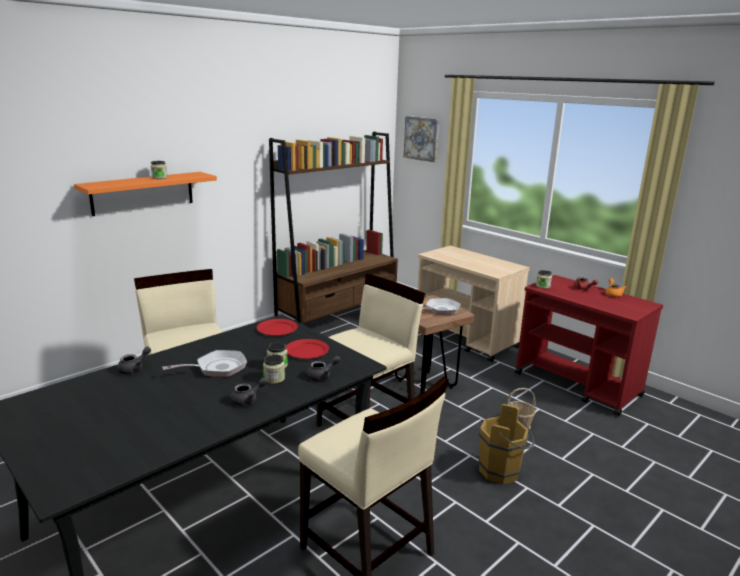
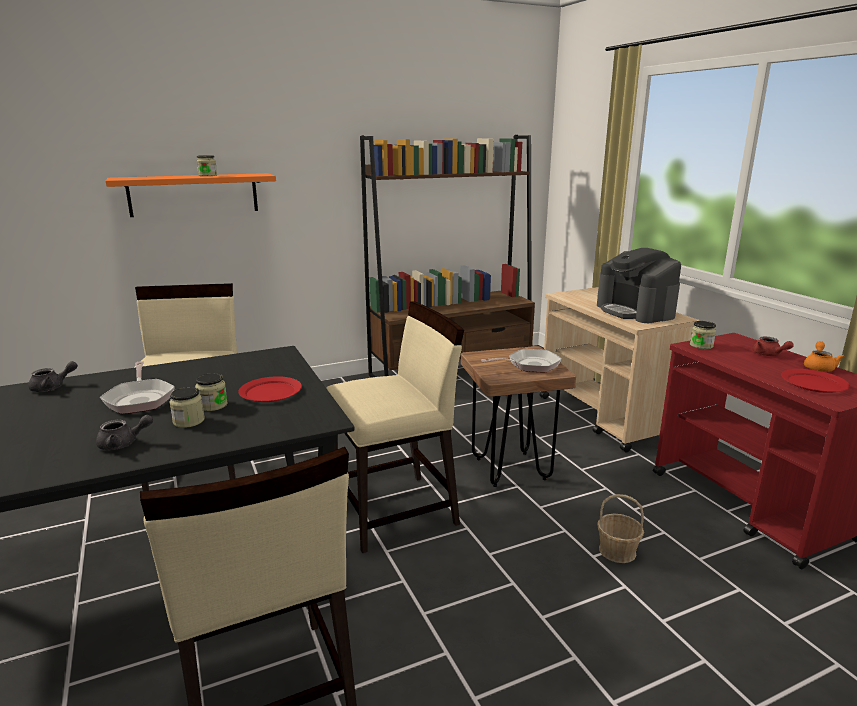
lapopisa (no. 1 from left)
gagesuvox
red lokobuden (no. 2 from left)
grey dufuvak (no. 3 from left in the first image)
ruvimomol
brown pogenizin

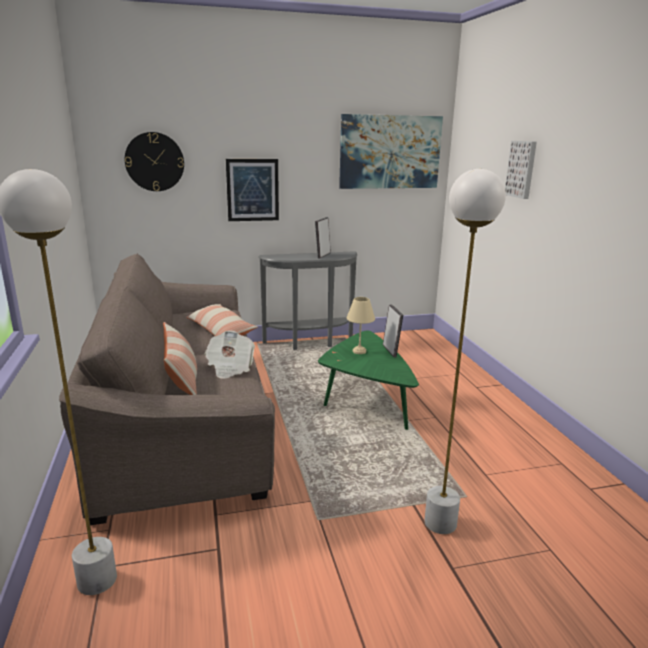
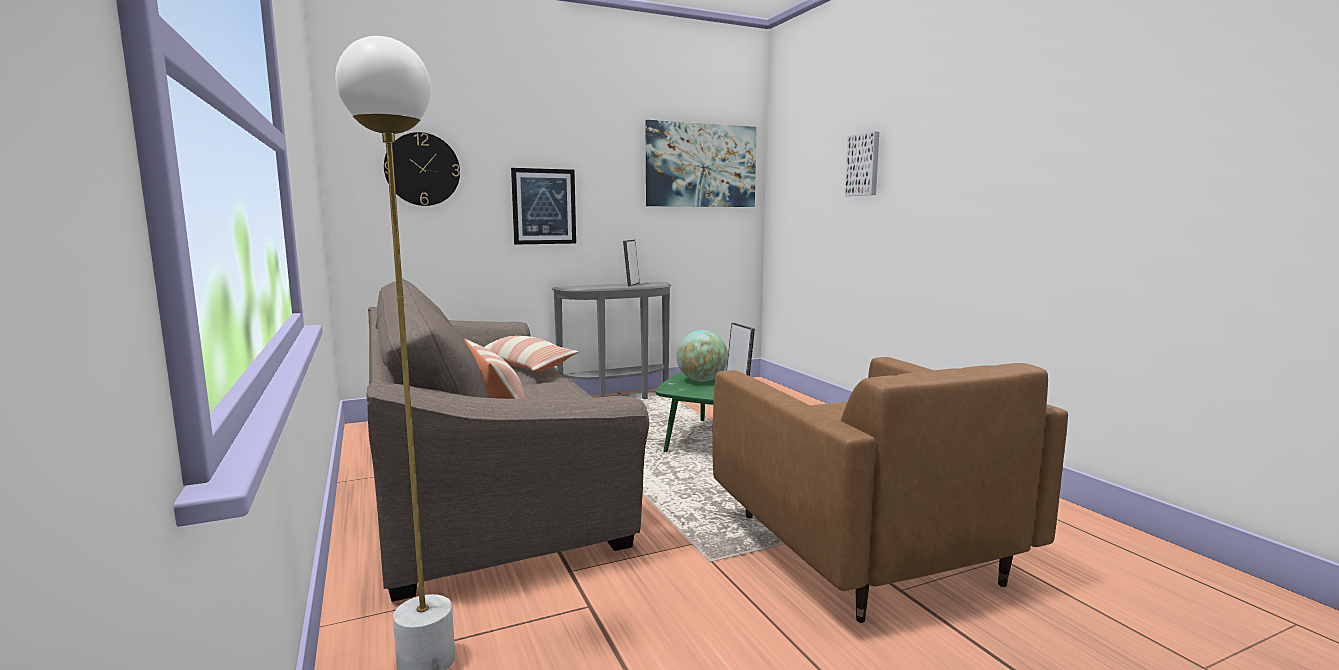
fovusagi
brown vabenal
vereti

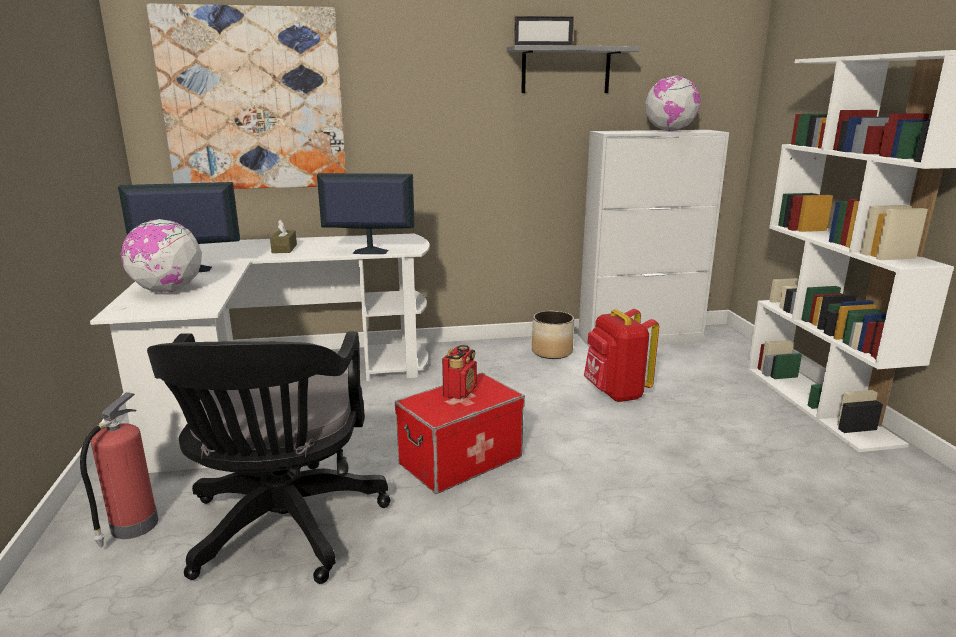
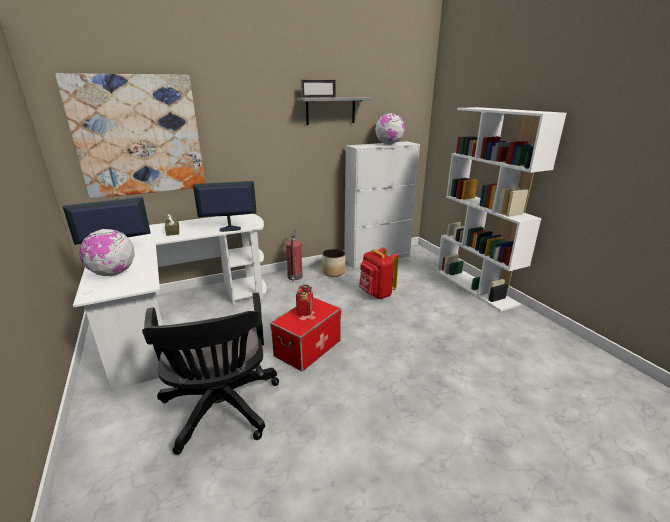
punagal

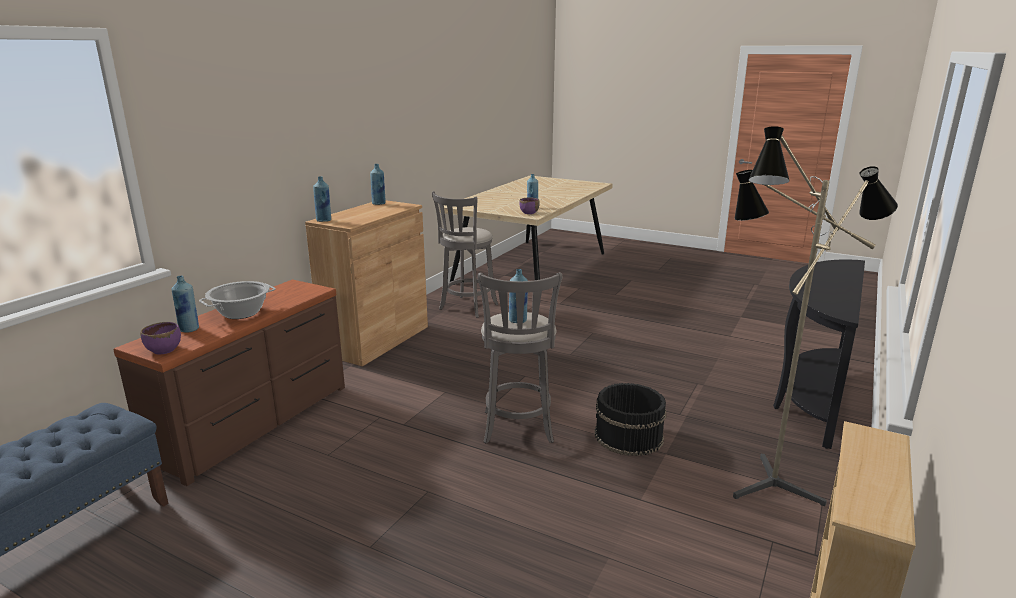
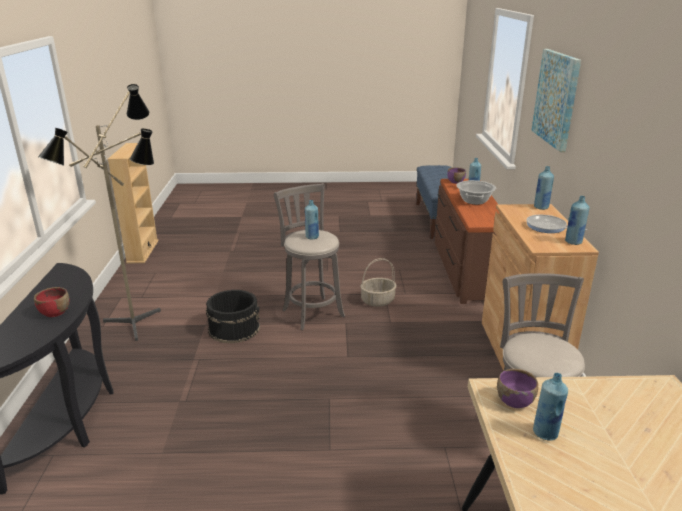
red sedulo
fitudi
lapopisa
ruvimomol

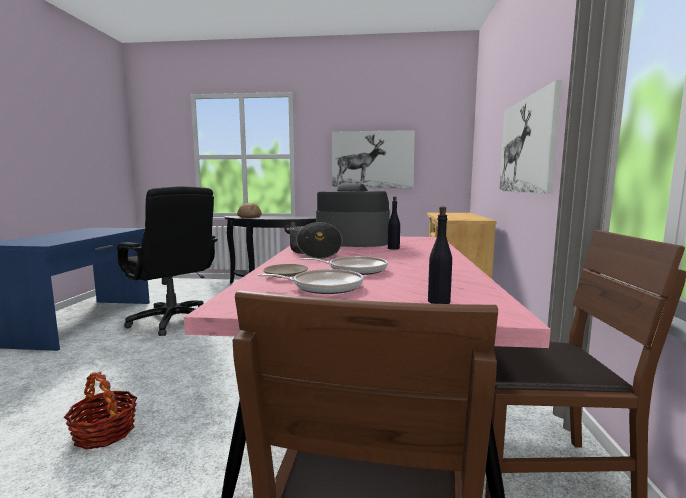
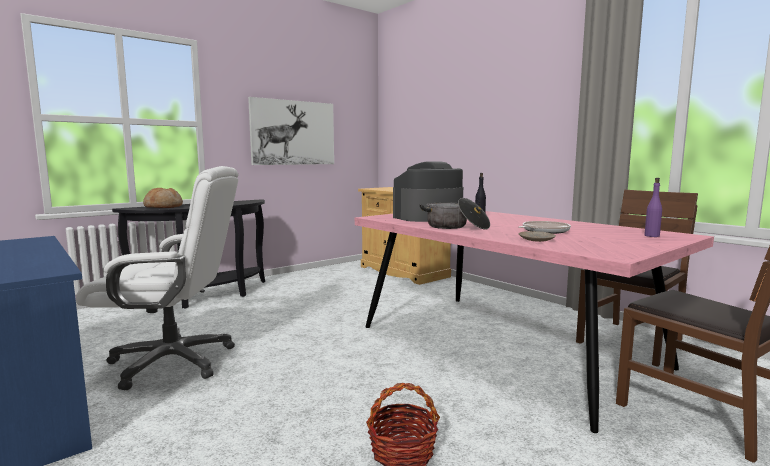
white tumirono
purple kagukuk
lapopisa (no. 1 from left in the first image)
ruvimomol (no. 2 from left in the first image)

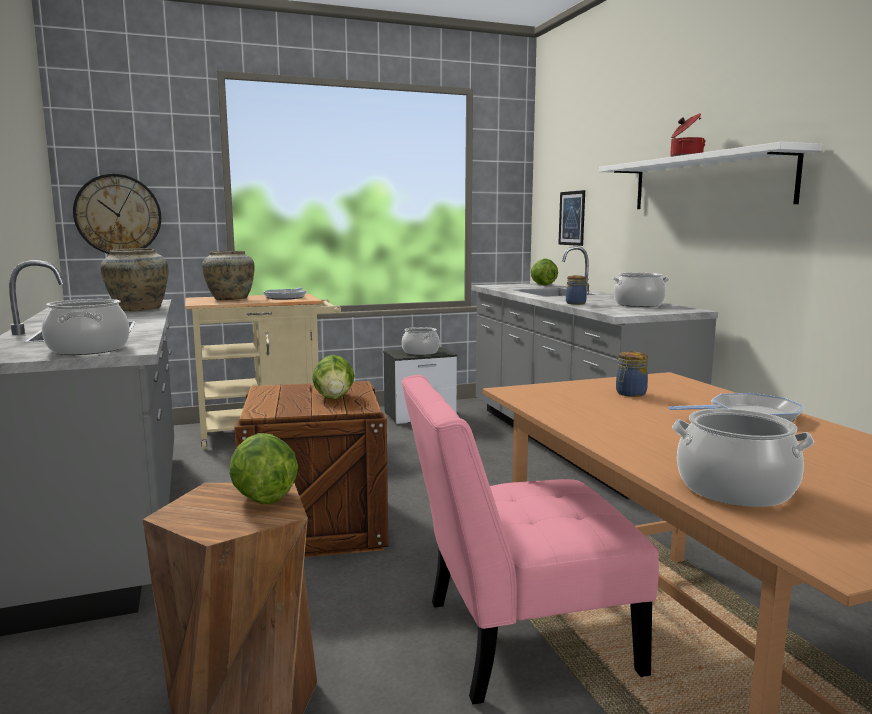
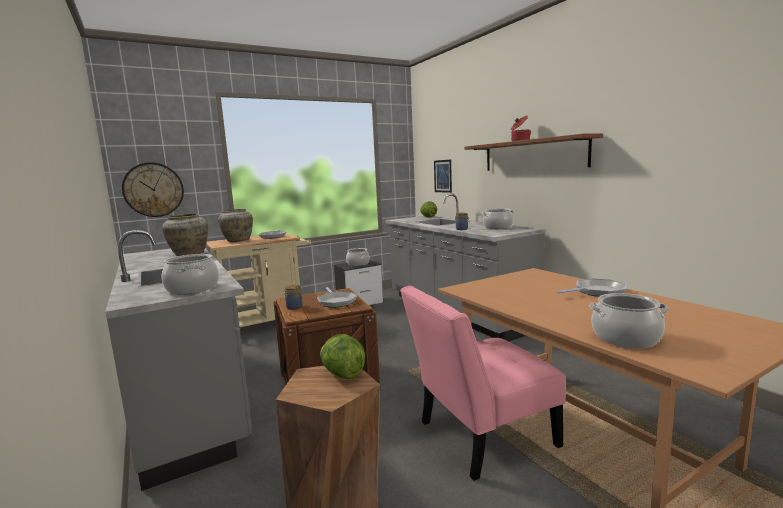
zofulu (no. 1 from left)
lapopisa (no. 2 from left)
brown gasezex

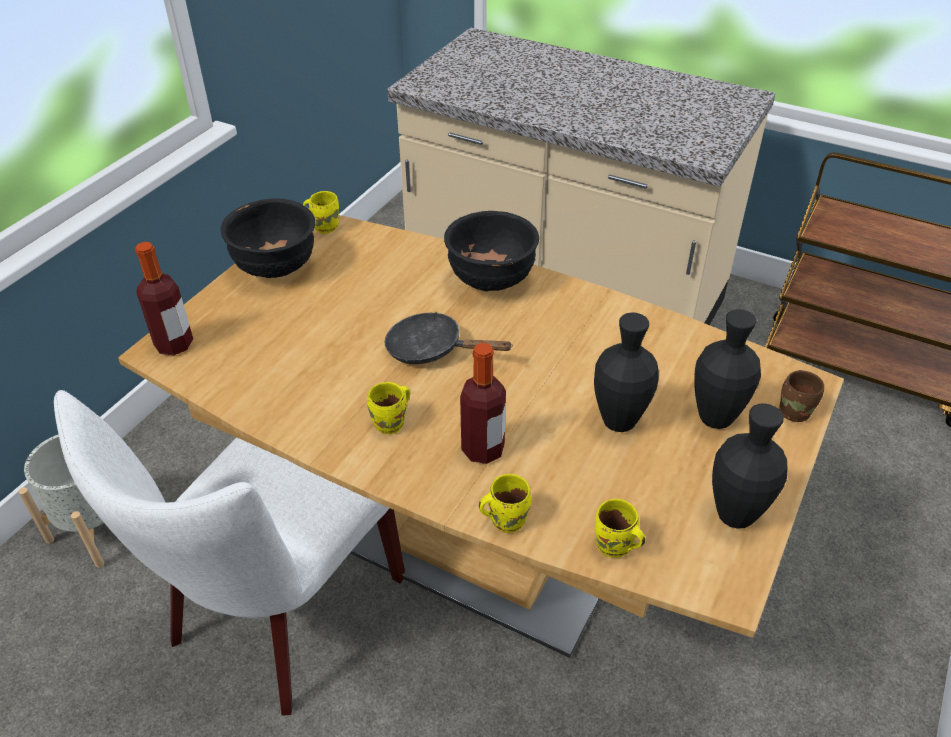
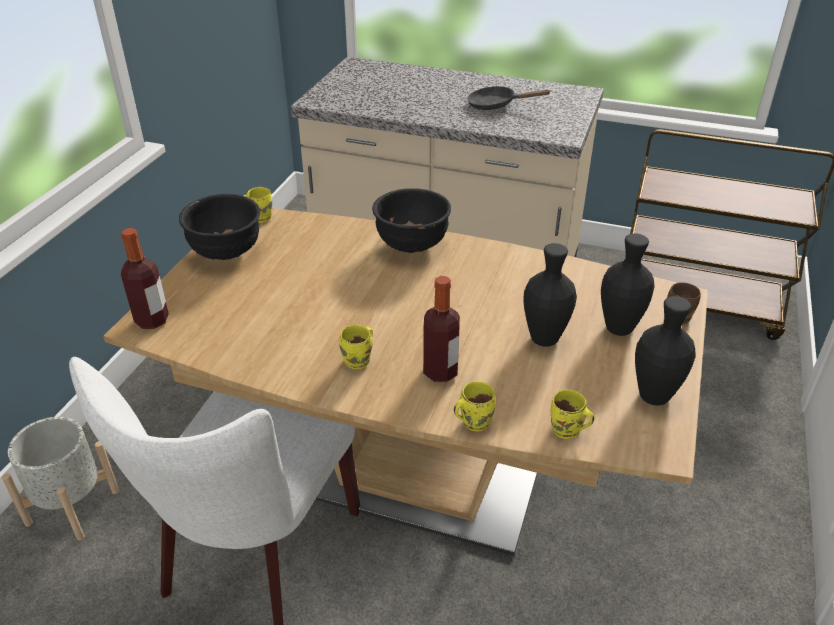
black lapopisa

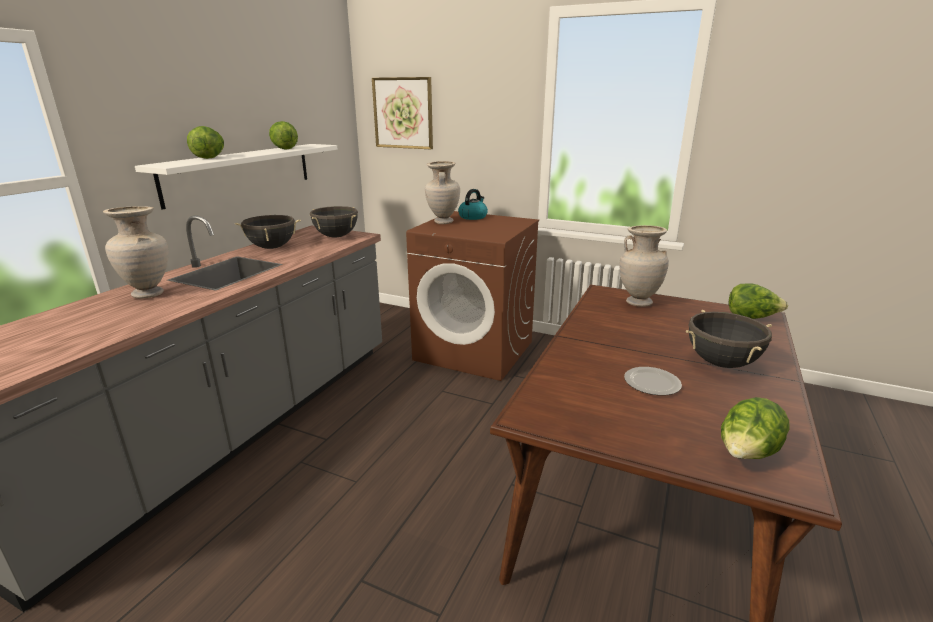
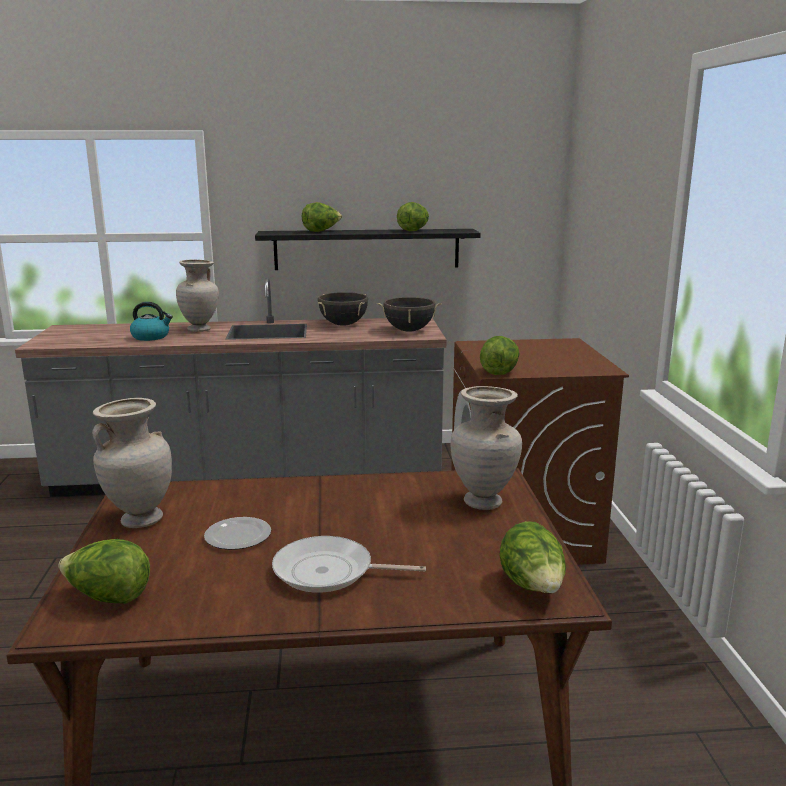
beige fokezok (no. 1 from left)
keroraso
black gasezex
lapopisa
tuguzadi (no. 4 from left)
ruvimomol

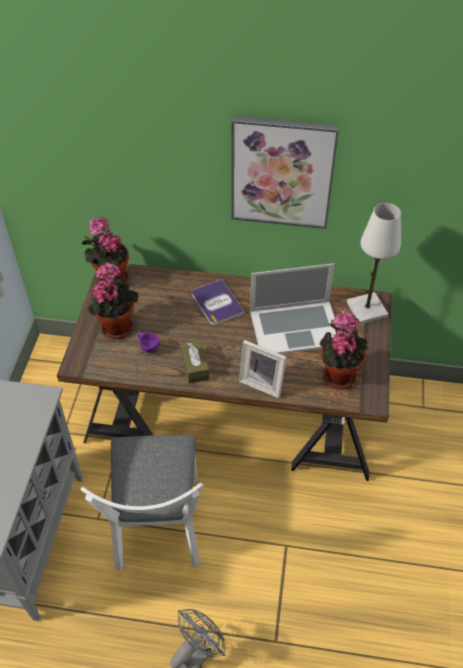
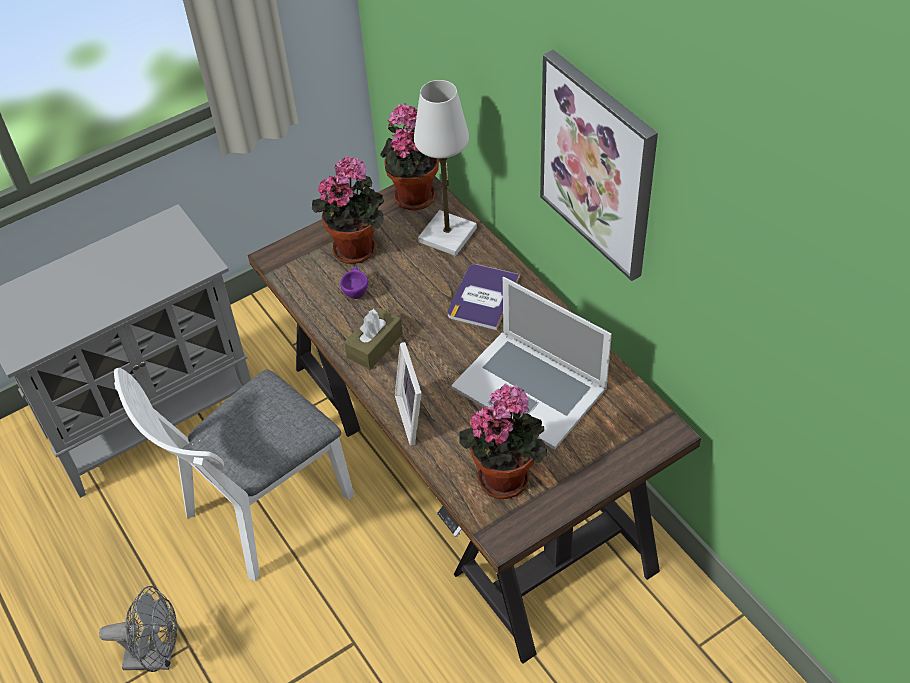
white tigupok

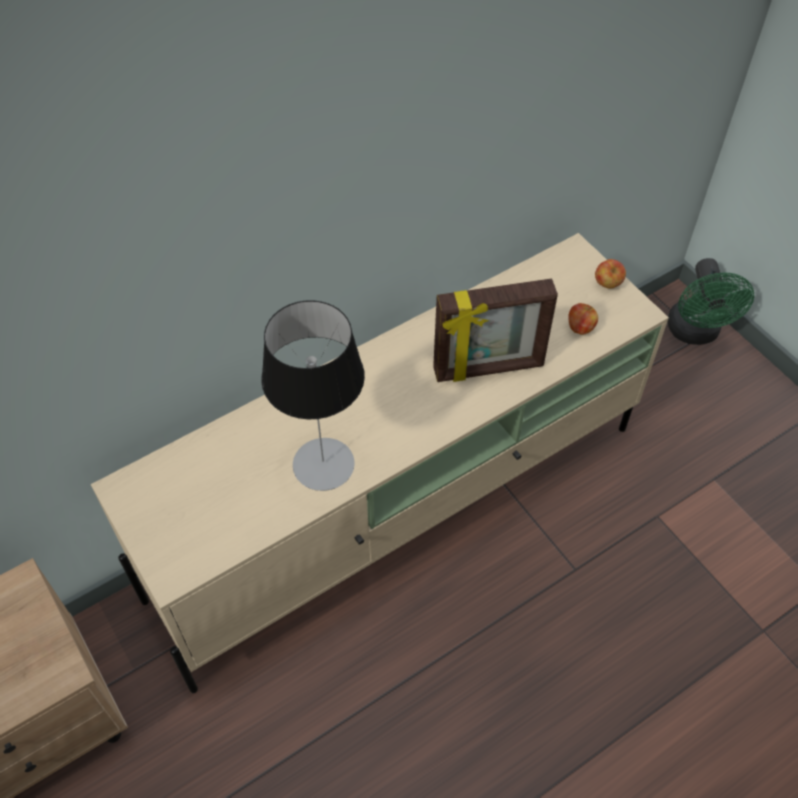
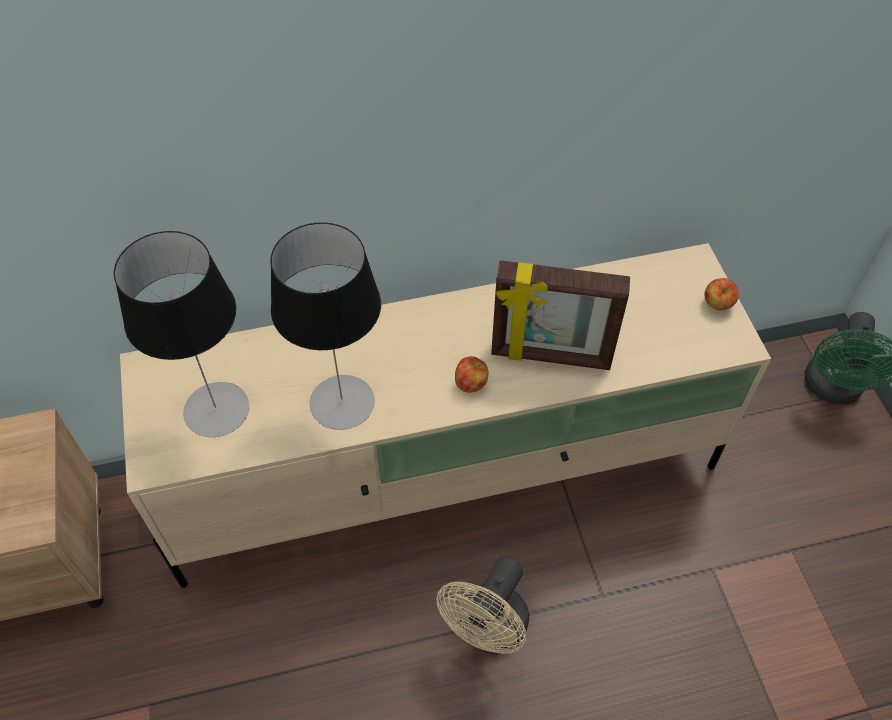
tigupok (no. 1 from left)
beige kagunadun
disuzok (no. 1 from left)

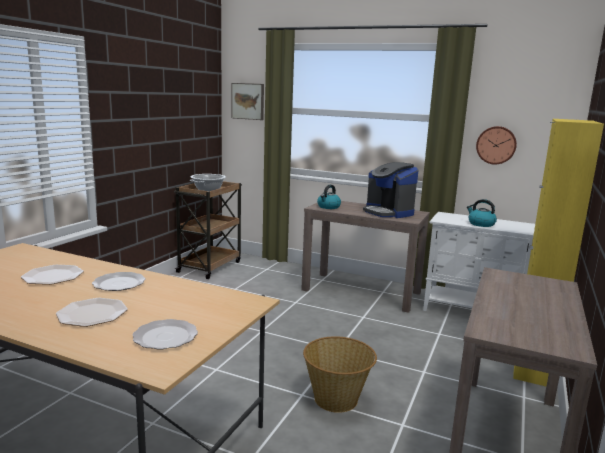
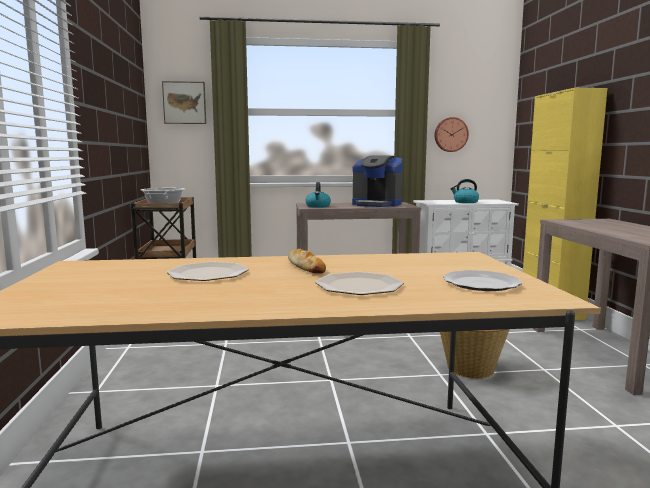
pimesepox

